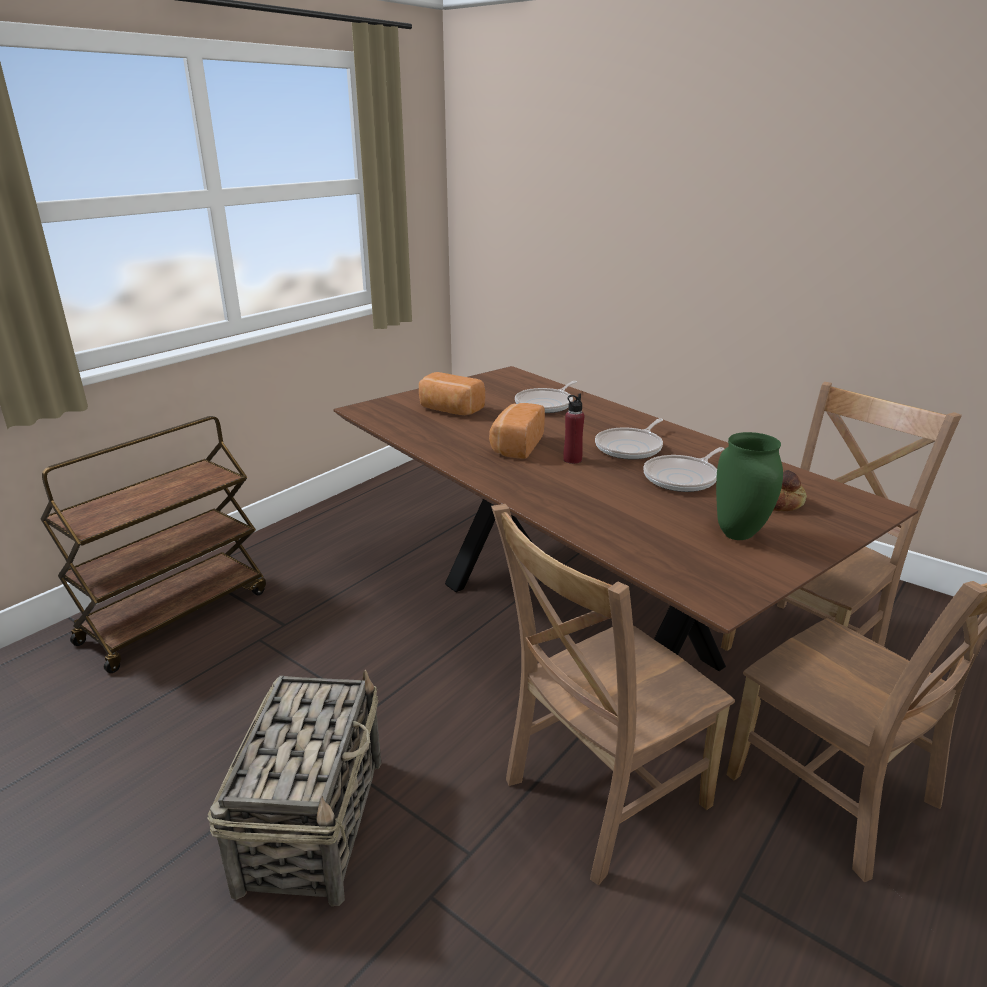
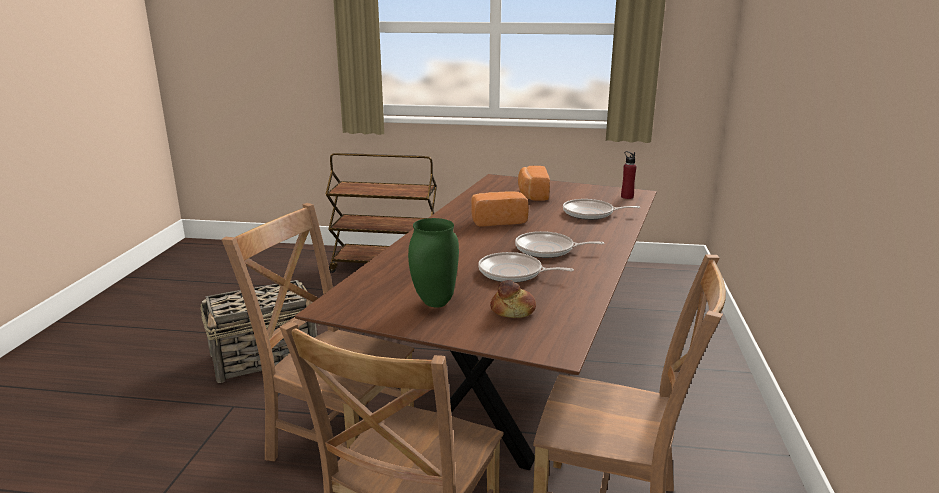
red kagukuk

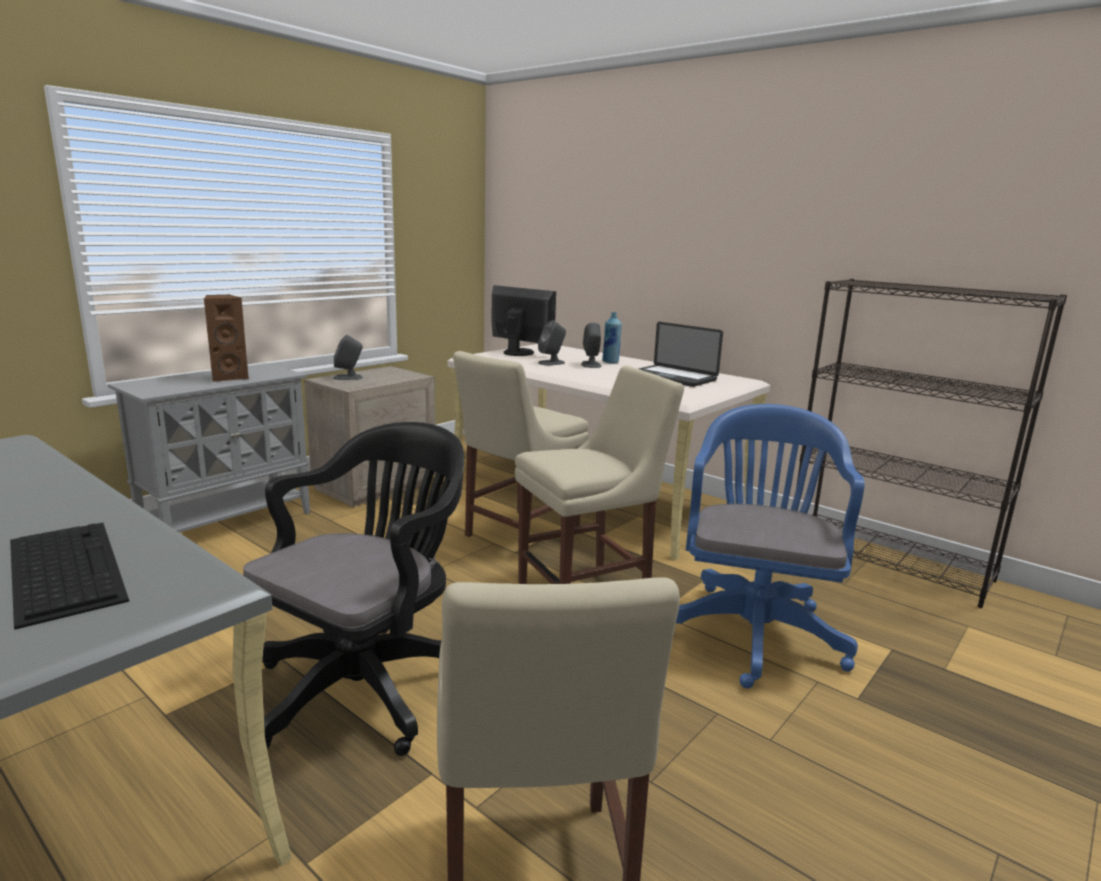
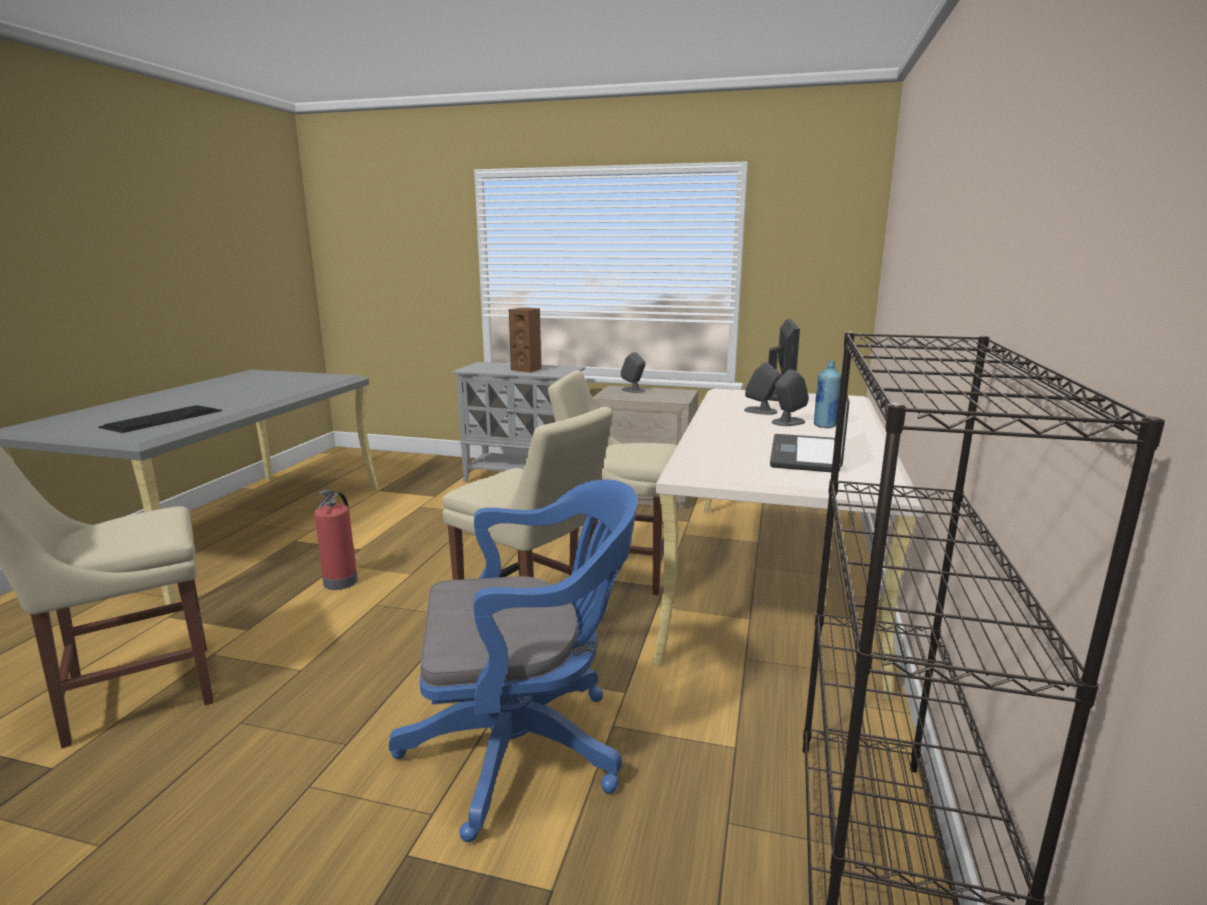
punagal

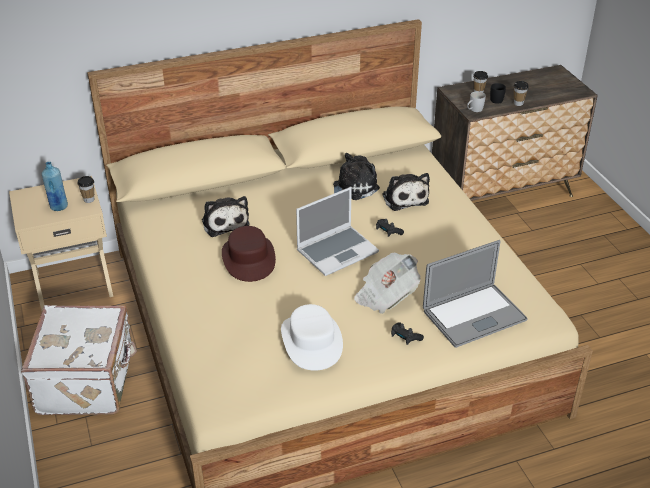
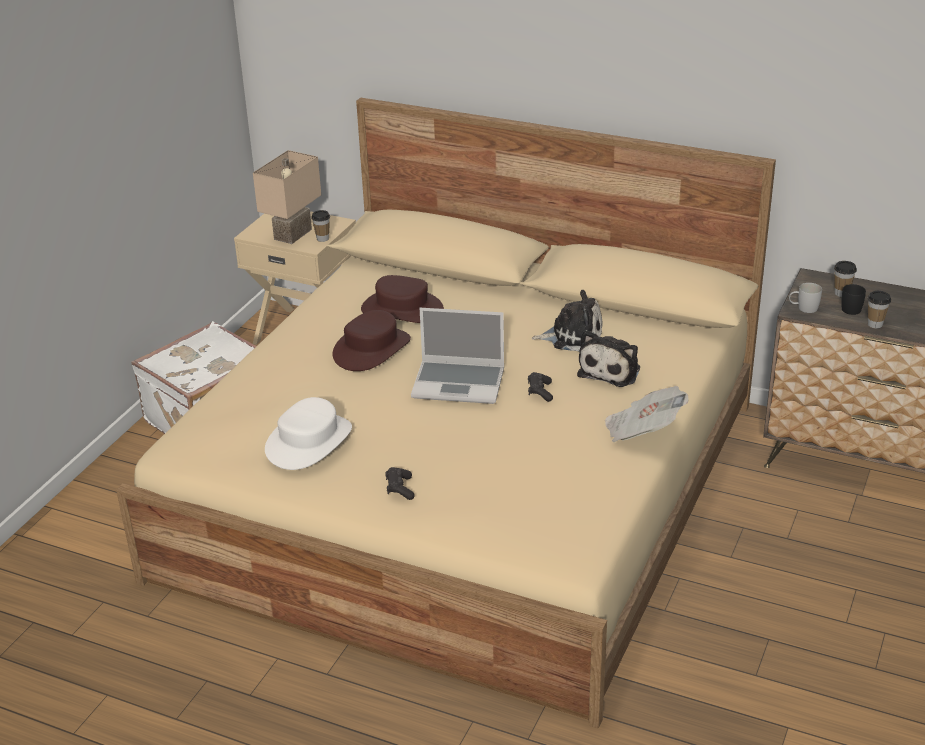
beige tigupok
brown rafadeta (no. 2 from left)
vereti
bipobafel (no. 2 from left in the first image)

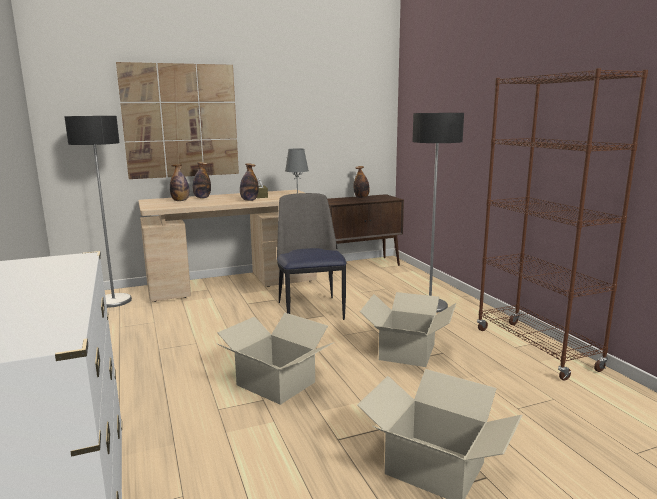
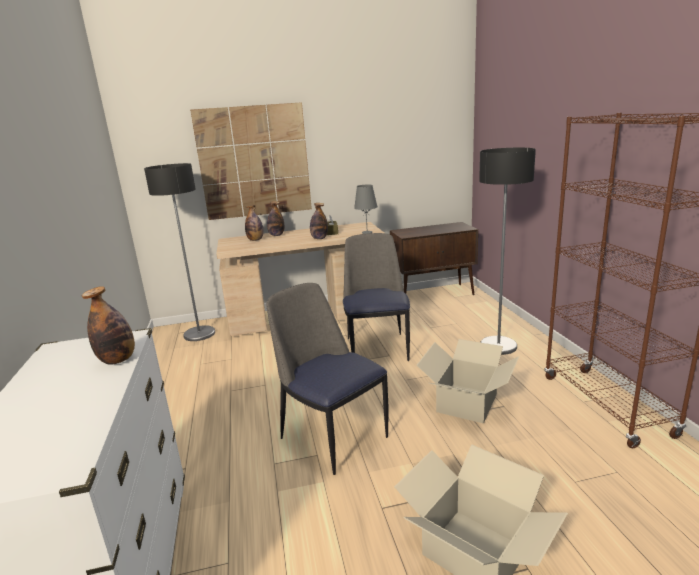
kagukuk (no. 1 from left)
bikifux (no. 1 from left)

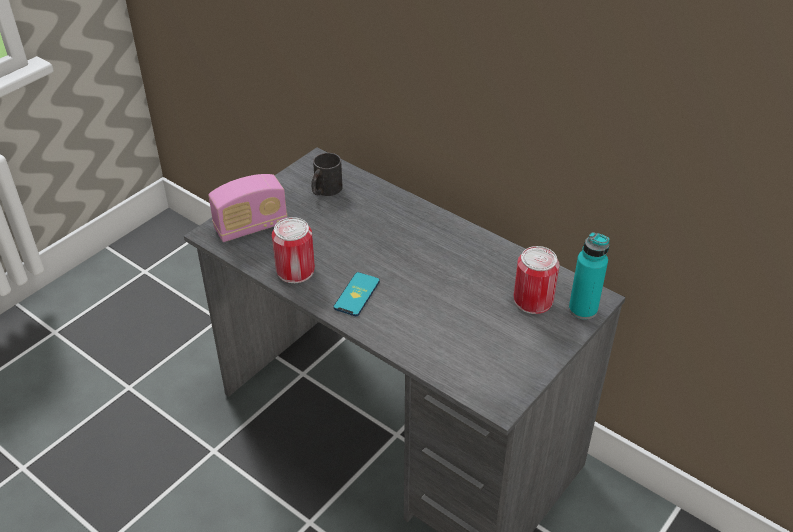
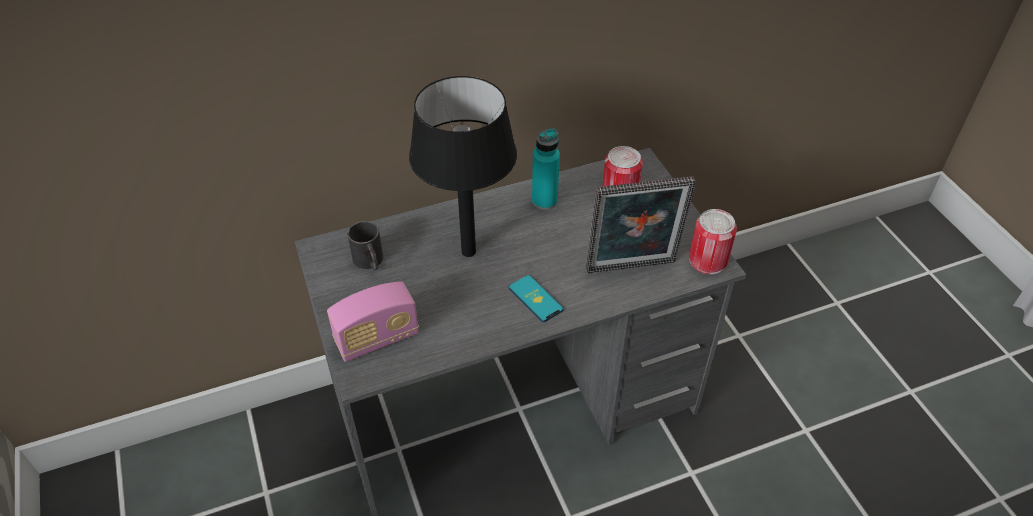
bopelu
black tigupok
turquoise kagukuk
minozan
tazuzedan (no. 2 from left)

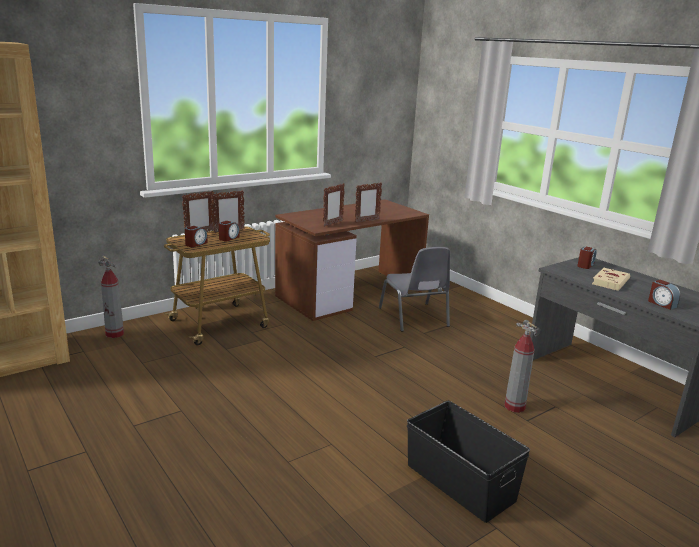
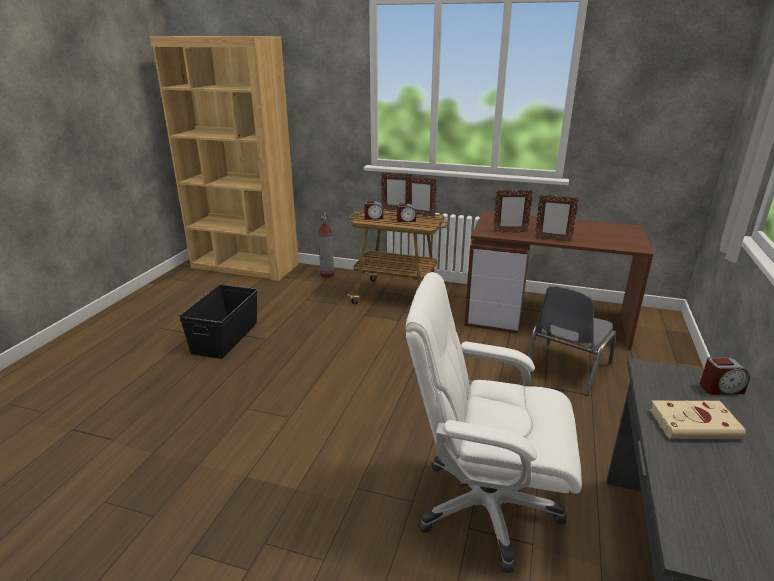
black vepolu
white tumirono
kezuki (no. 4 from left in the first image)

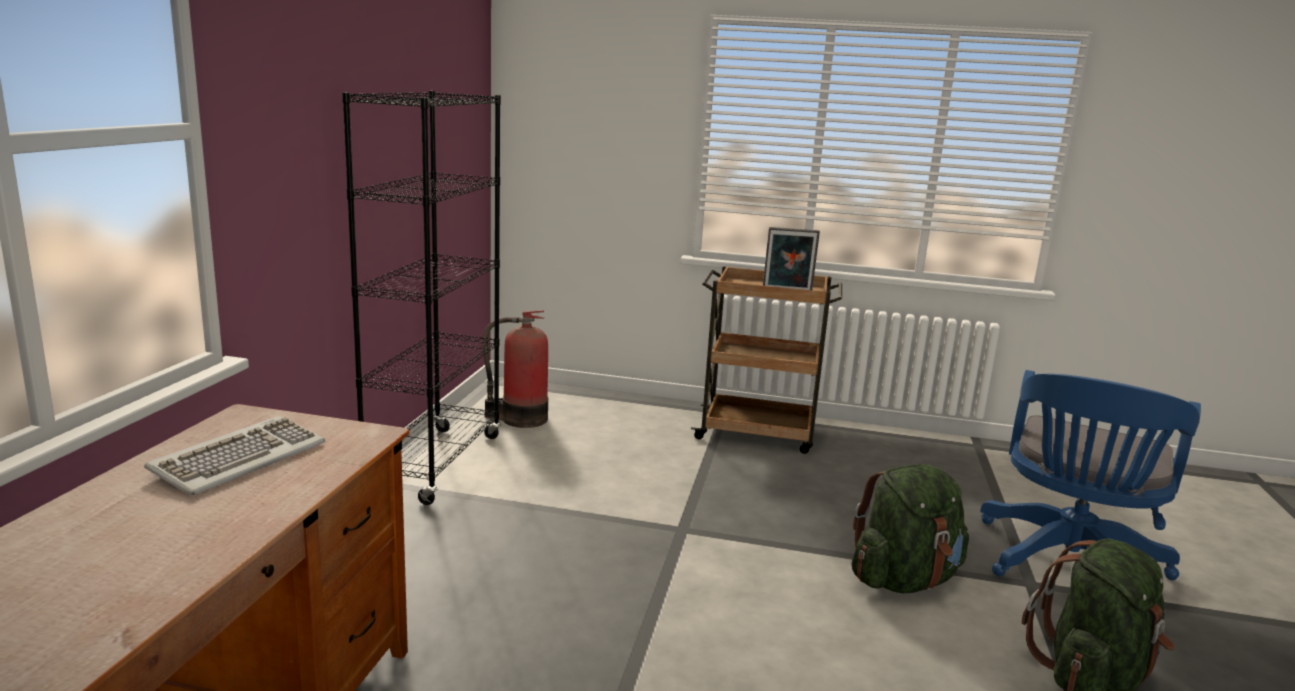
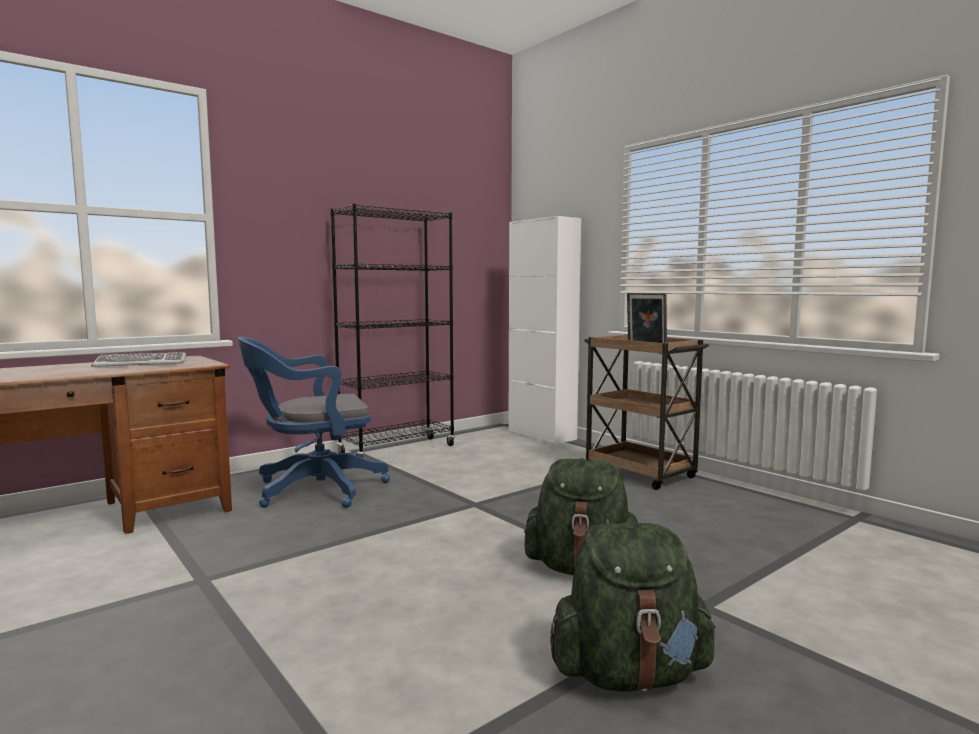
blue tumirono
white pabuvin
punagal

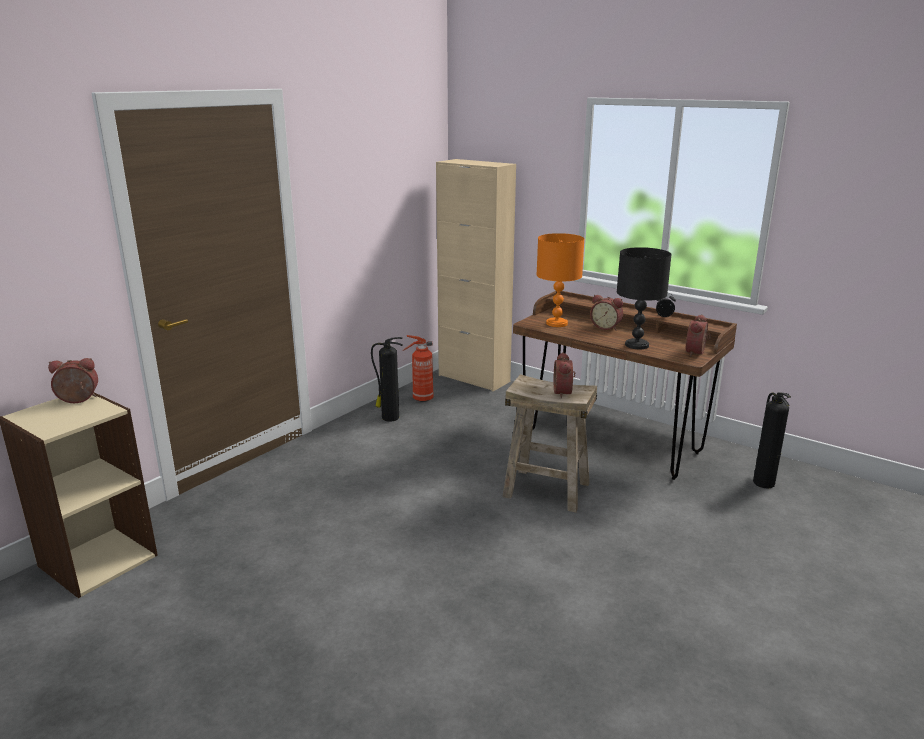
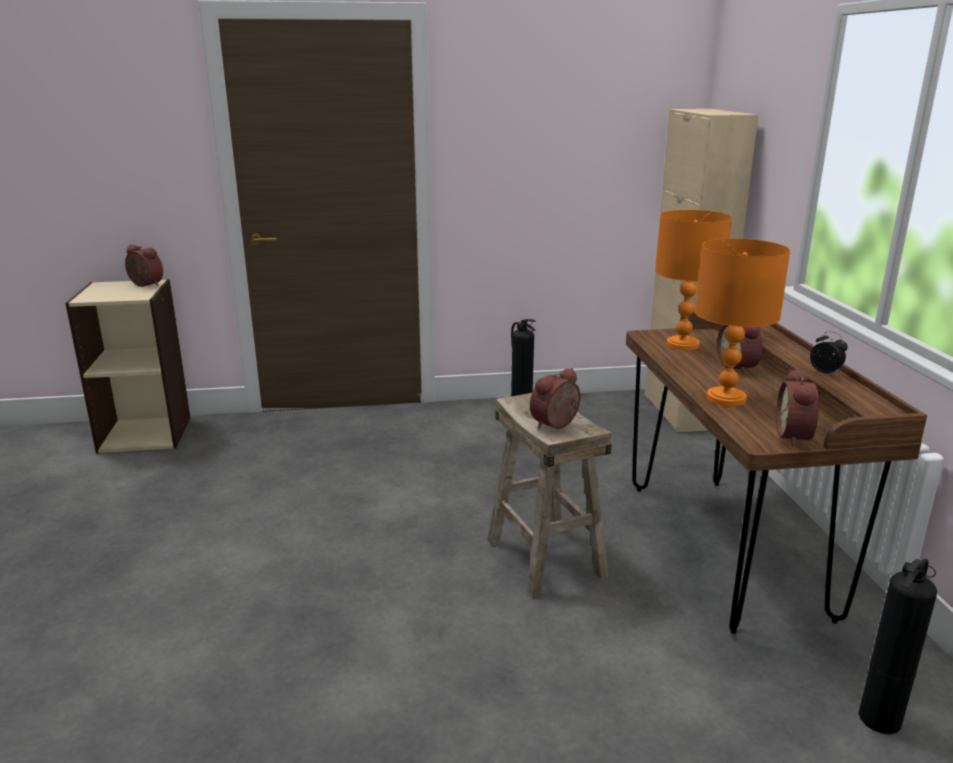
orange tigupok (no. 2 from left)
kezuki (no. 4 from left)
punagal (no. 2 from left in the first image)

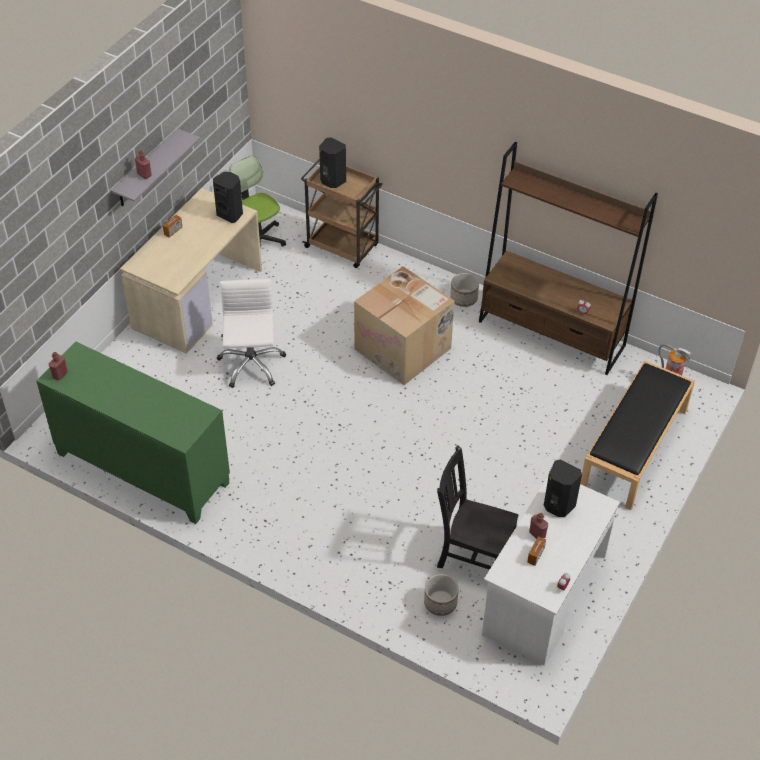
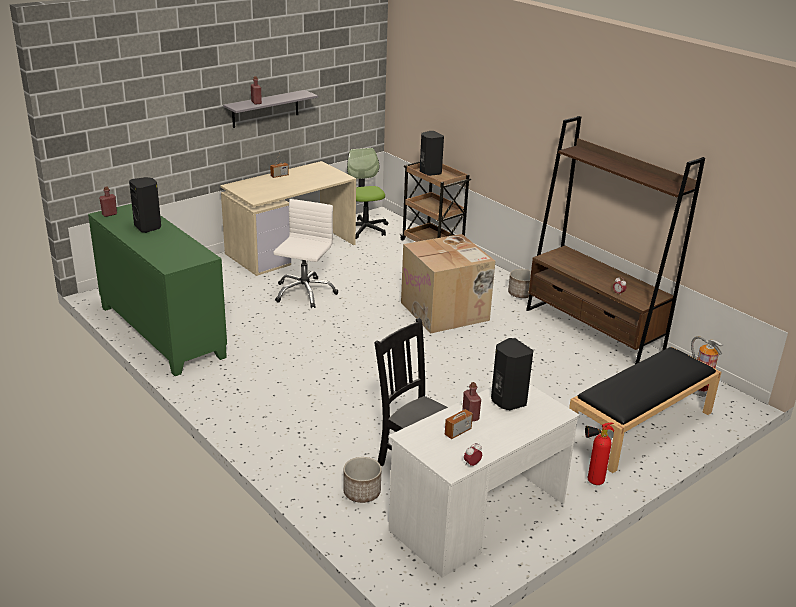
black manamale (no. 1 from left)
punagal (no. 1 from left)

